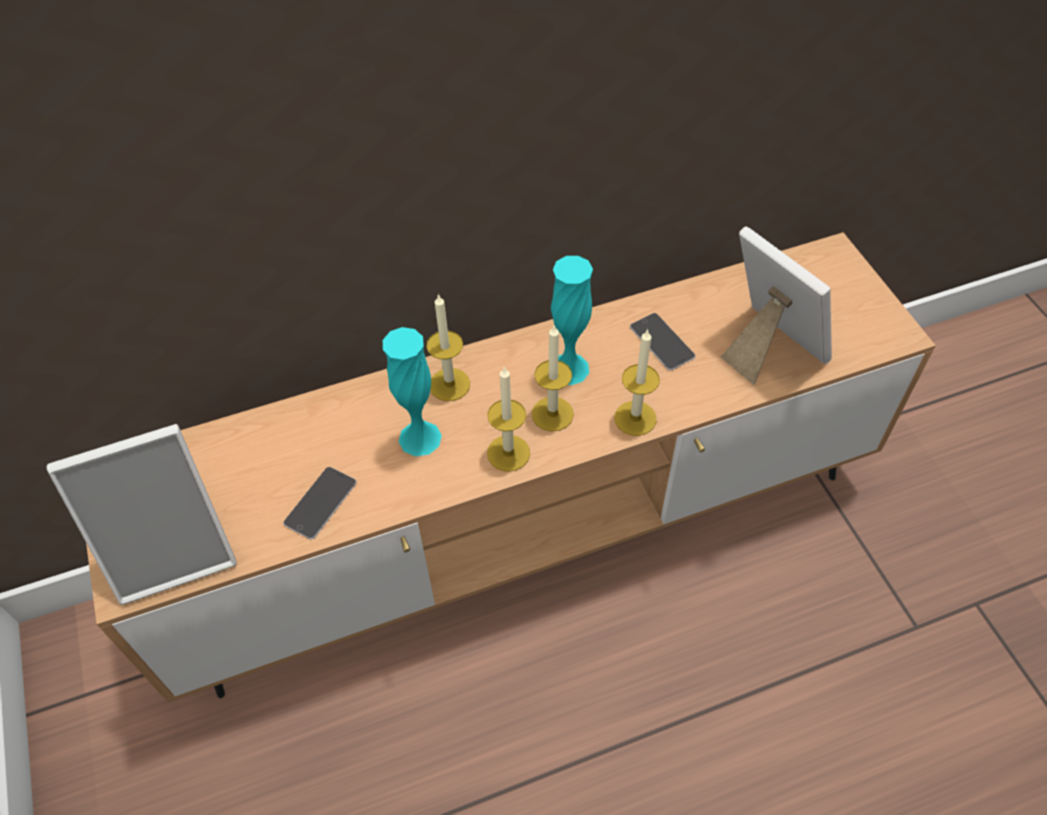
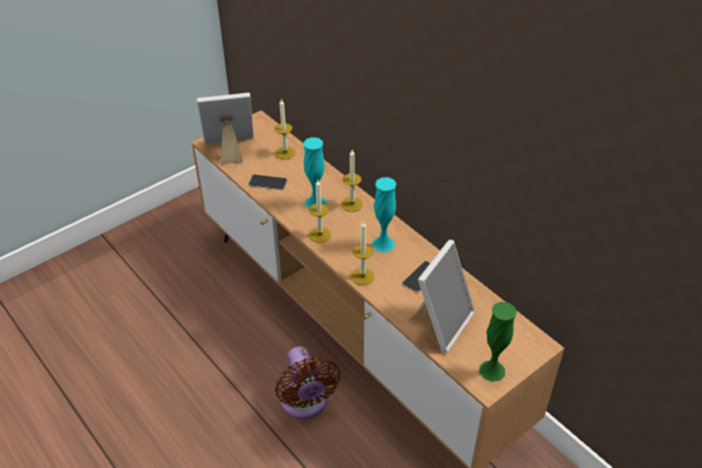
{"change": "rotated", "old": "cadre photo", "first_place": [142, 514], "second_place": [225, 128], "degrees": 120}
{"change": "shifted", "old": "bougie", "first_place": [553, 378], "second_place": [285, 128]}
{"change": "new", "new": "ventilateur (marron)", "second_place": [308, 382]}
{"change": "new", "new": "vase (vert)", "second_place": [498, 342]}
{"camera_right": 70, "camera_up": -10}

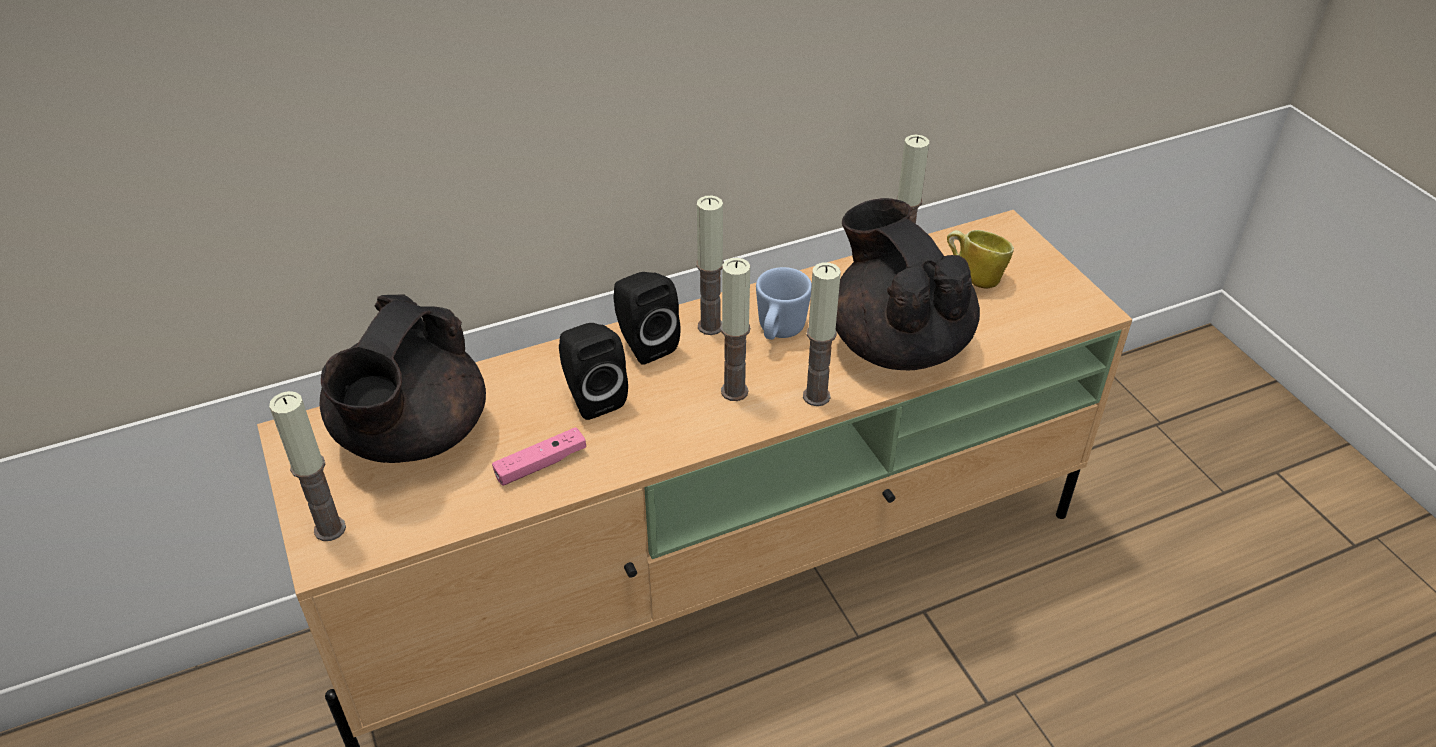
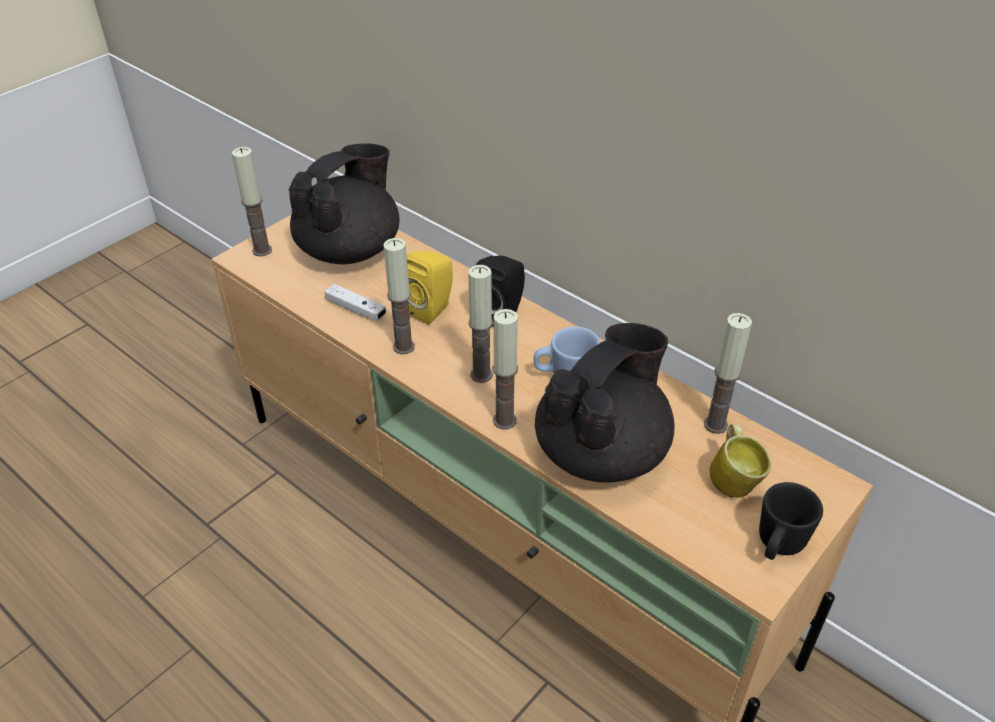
{"change": "rotated", "old": "théière (noir)", "first_place": [403, 379], "second_place": [344, 203], "degrees": 135}
{"change": "repainted", "old": "manette (rose)", "new": "manette (blanc)", "first_place": [539, 456], "second_place": [355, 302]}
{"change": "repainted", "old": "enceinte (noir)", "new": "enceinte (jaune)", "first_place": [593, 371], "second_place": [430, 288]}
{"change": "shifted", "old": "bougie", "first_place": [710, 265], "second_place": [399, 296]}
{"change": "new", "new": "mug (noir)", "second_place": [791, 521]}
{"camera_right": 65, "camera_up": 0}

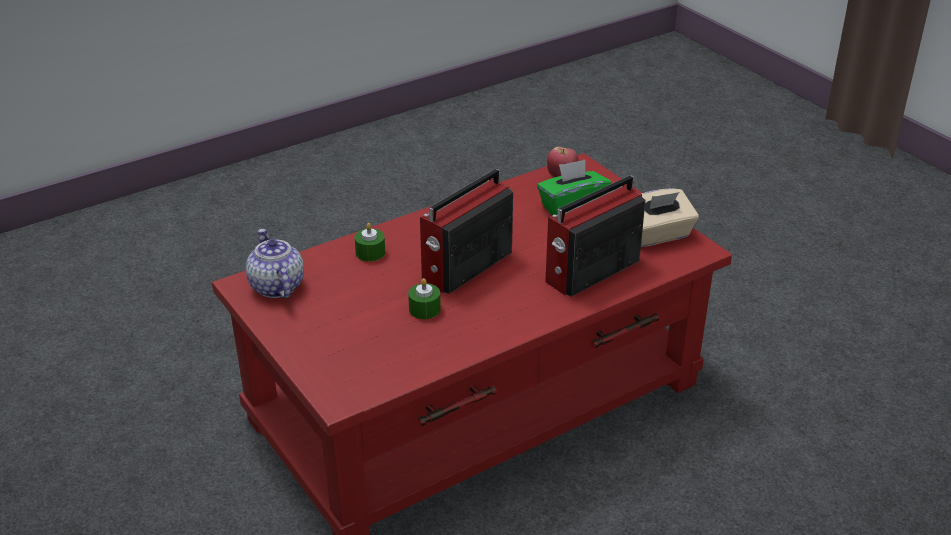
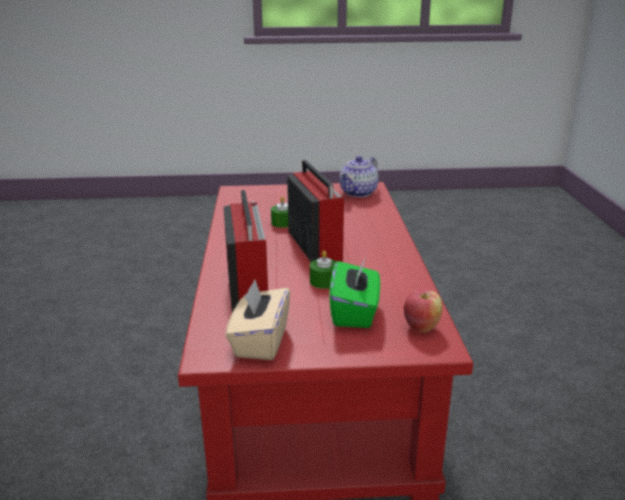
{"change": "rotated", "old": "théière", "first_place": [275, 264], "second_place": [359, 176], "degrees": 120}
{"change": "shifted", "old": "bougie (vert)", "first_place": [370, 242], "second_place": [323, 269]}
{"camera_right": 120, "camera_up": -10}

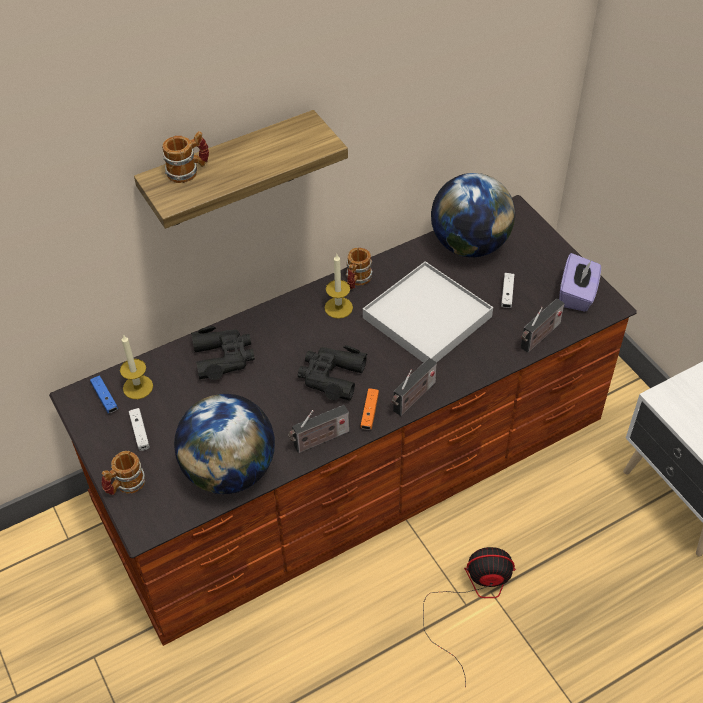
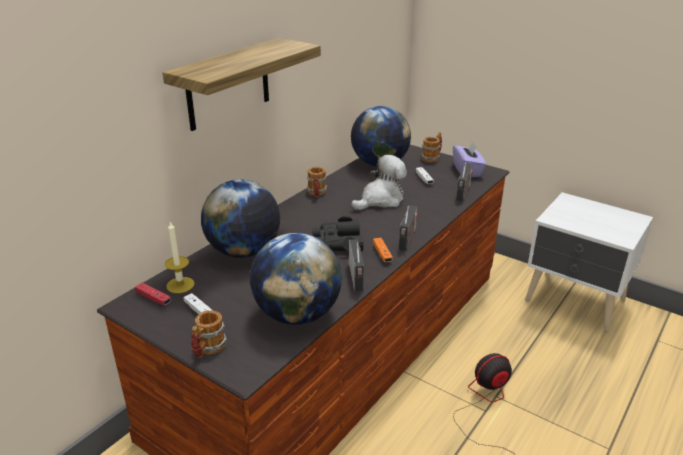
{"change": "repainted", "old": "manette (bleu)", "new": "manette (rouge)", "first_place": [104, 394], "second_place": [153, 294]}
{"change": "shifted", "old": "mug", "first_place": [185, 157], "second_place": [431, 147]}
{"change": "swapped", "old": "jumelles (noir)", "new": "globe", "first_place": [223, 353], "second_place": [240, 218]}
{"change": "rotated", "old": "radio", "first_place": [318, 429], "second_place": [356, 265], "degrees": -45}
{"change": "gone", "old": "bougie", "first_place": [338, 286]}
{"change": "swapped", "old": "plateau (blanc)", "new": "peluche", "first_place": [428, 312], "second_place": [379, 182]}
{"camera_right": -25, "camera_up": -20}

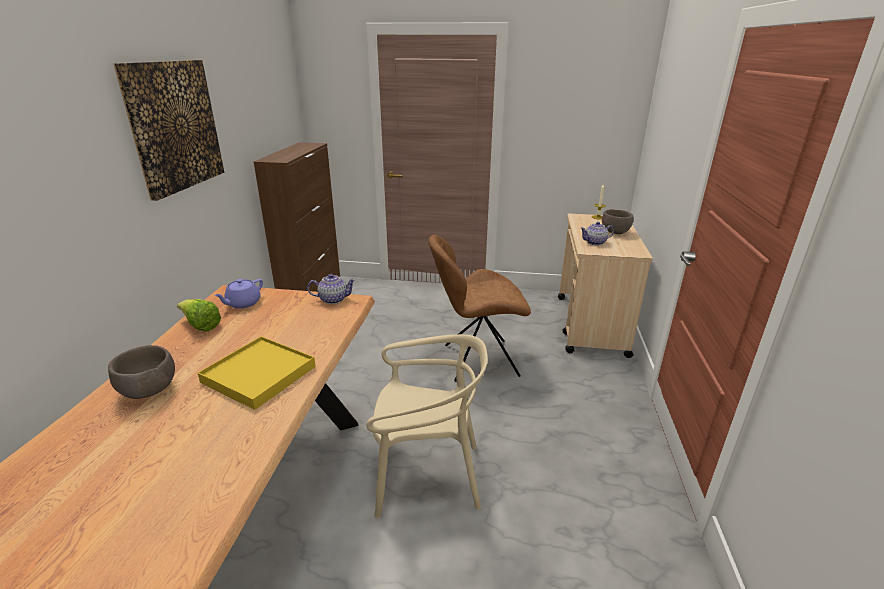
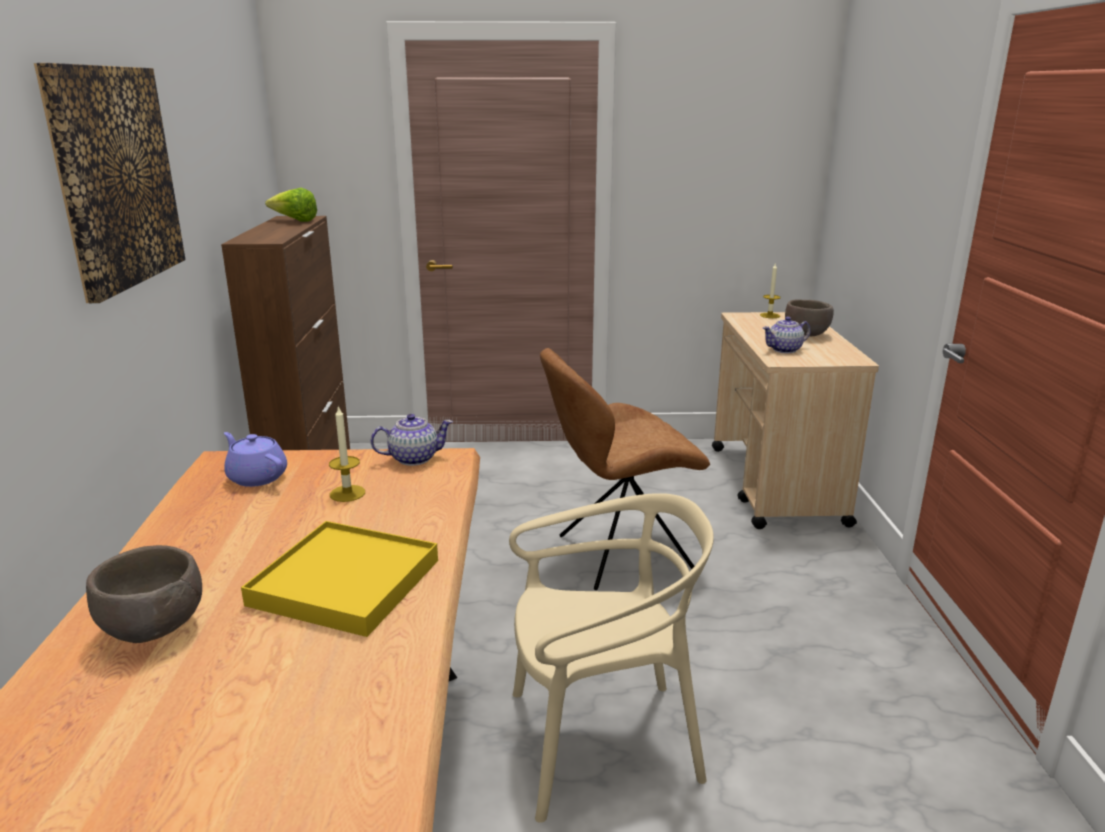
{"change": "shifted", "old": "laitue", "first_place": [199, 315], "second_place": [291, 205]}
{"change": "rotated", "old": "théière (violet)", "first_place": [238, 294], "second_place": [255, 459], "degrees": 105}
{"change": "new", "new": "bougie", "second_place": [347, 453]}
{"camera_right": -10, "camera_up": -5}

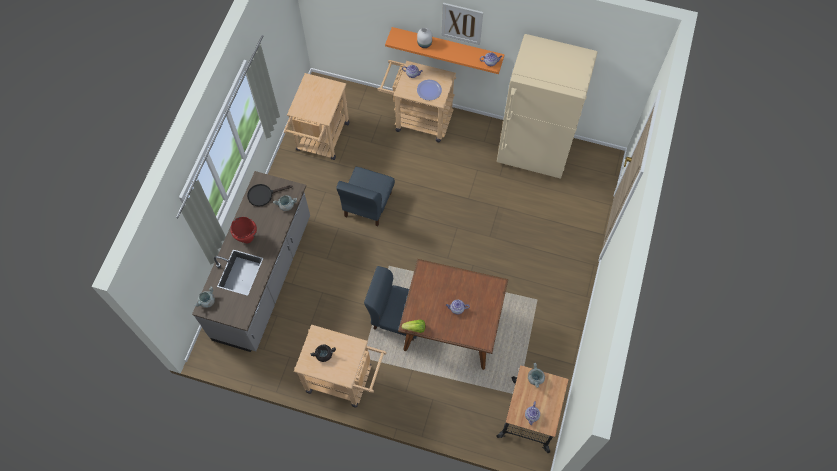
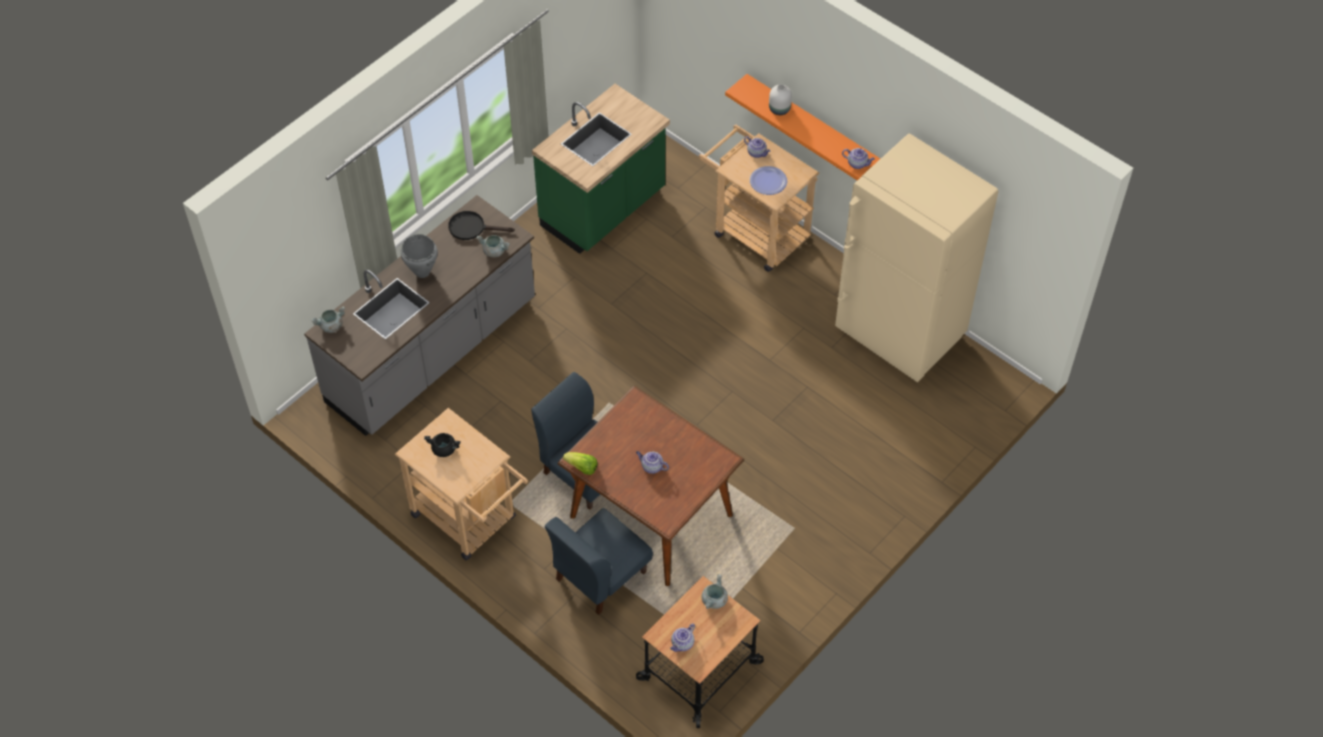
{"change": "repainted", "old": "marmite (rouge)", "new": "marmite (gris)", "first_place": [243, 230], "second_place": [419, 256]}
{"change": "swapped", "old": "chariot (beige)", "new": "comptoir de cuisine (vert)", "first_place": [316, 116], "second_place": [601, 169]}
{"change": "shifted", "old": "chaise (bleu)", "first_place": [365, 196], "second_place": [599, 561]}
{"change": "gone", "old": "tableau", "first_place": [462, 24]}
{"camera_right": 25, "camera_up": -10}

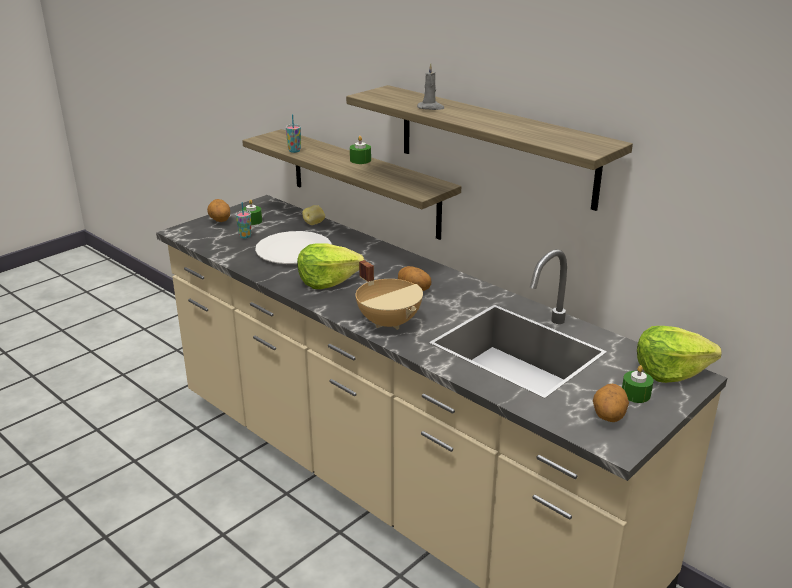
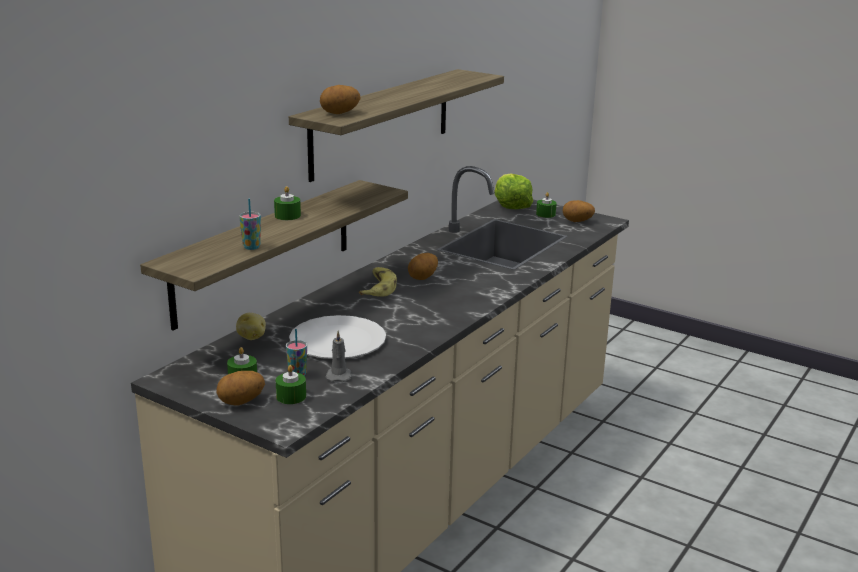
{"change": "gone", "old": "laitue", "first_place": [330, 266]}
{"change": "gone", "old": "marmite (beige)", "first_place": [389, 295]}
{"change": "shifted", "old": "bougie (gris)", "first_place": [430, 86], "second_place": [338, 356]}
{"change": "new", "new": "bougie (vert)", "second_place": [291, 384]}
{"change": "new", "new": "pomme de terre", "second_place": [340, 99]}
{"change": "new", "new": "banane", "second_place": [378, 282]}
{"camera_right": -100, "camera_up": -5}

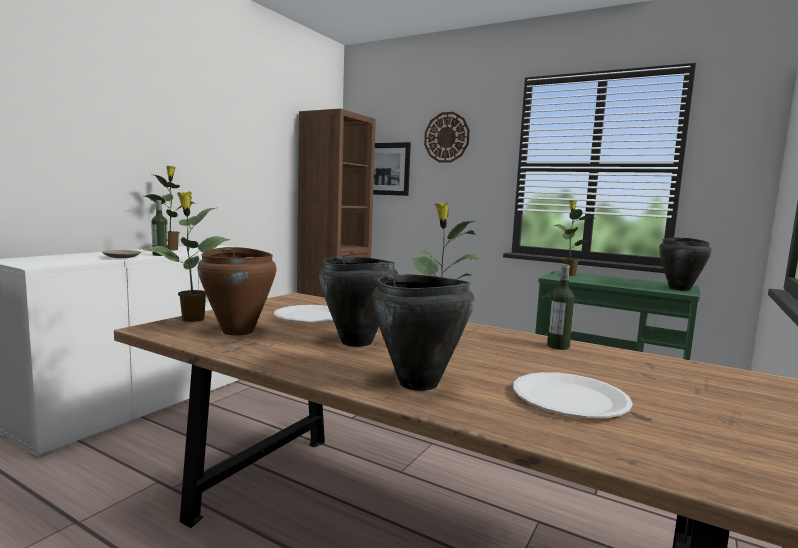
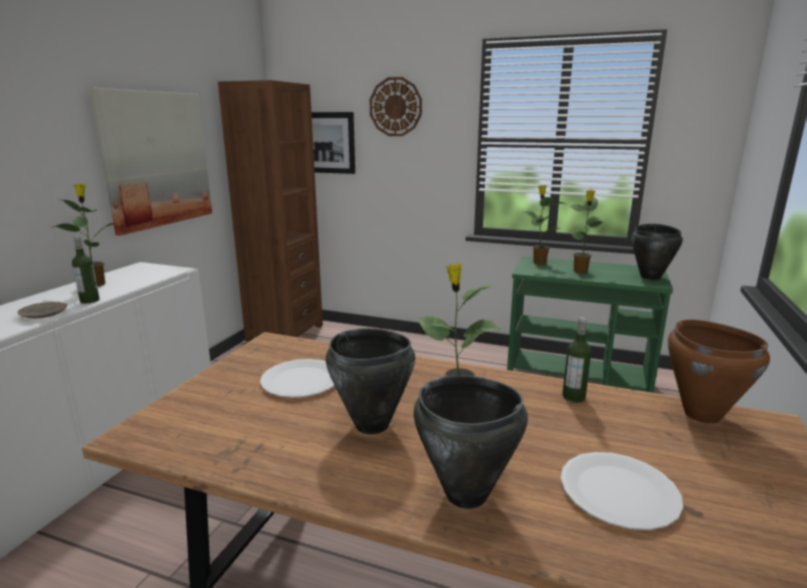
{"change": "shifted", "old": "plante en pot", "first_place": [187, 257], "second_place": [587, 231]}
{"change": "shifted", "old": "marmite (marron)", "first_place": [237, 291], "second_place": [719, 371]}
{"change": "new", "new": "tableau", "second_place": [150, 162]}
{"camera_right": -10, "camera_up": 10}

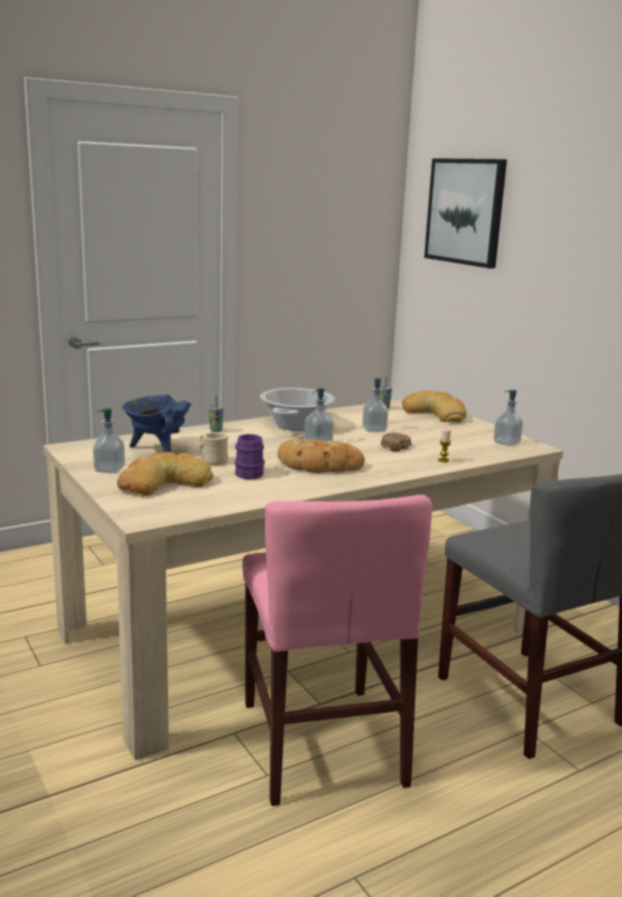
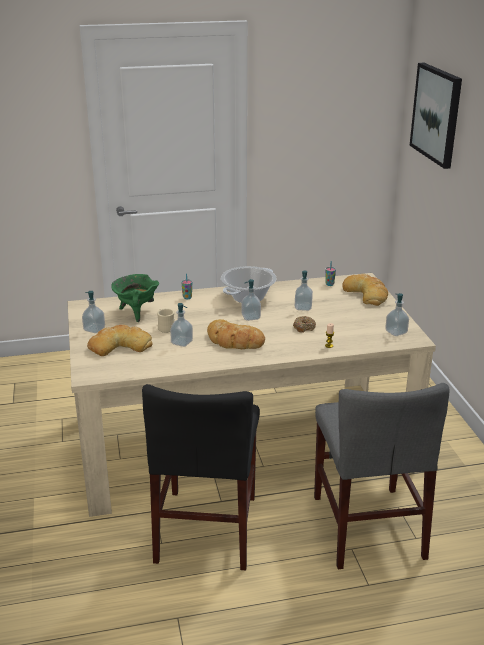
{"change": "repainted", "old": "marmite (bleu)", "new": "marmite (vert)", "first_place": [156, 423], "second_place": [135, 298]}
{"change": "swapped", "old": "mug (violet)", "new": "distributeur de savon", "first_place": [250, 457], "second_place": [181, 325]}
{"change": "repainted", "old": "chaise (rose)", "new": "chaise (noir)", "first_place": [337, 650], "second_place": [201, 477]}
{"camera_right": 20, "camera_up": 10}

